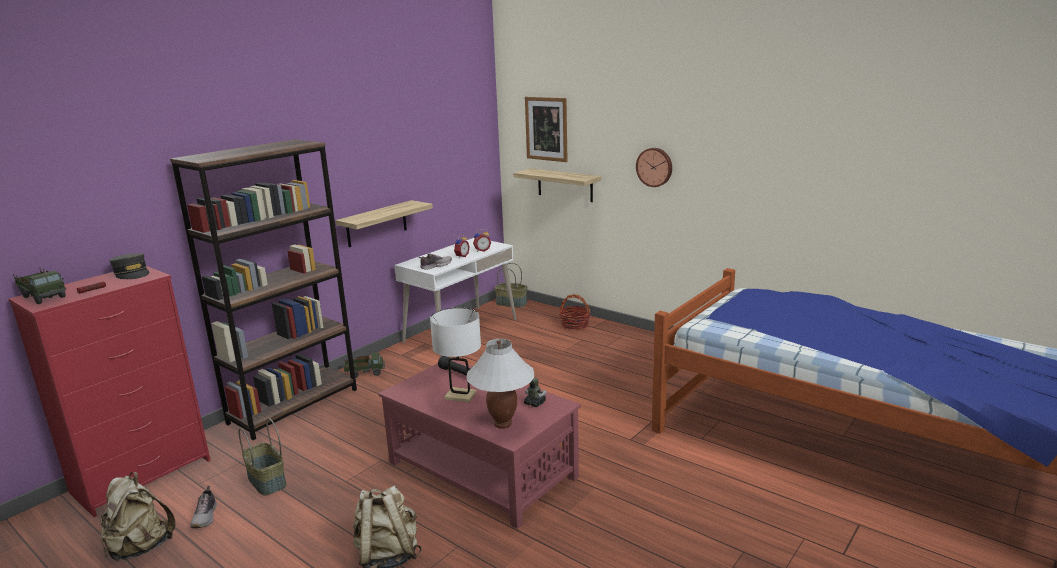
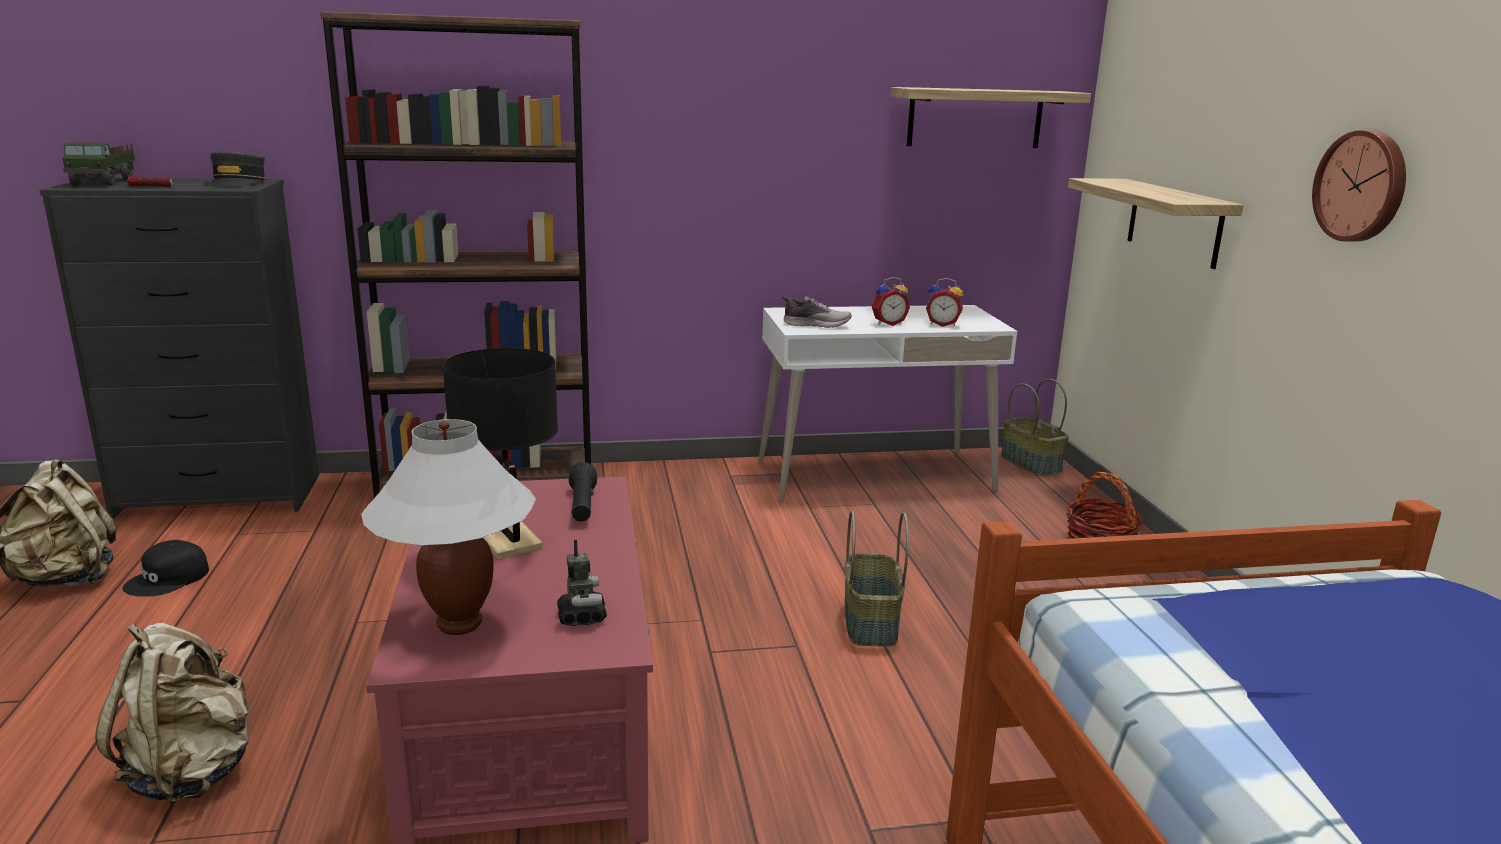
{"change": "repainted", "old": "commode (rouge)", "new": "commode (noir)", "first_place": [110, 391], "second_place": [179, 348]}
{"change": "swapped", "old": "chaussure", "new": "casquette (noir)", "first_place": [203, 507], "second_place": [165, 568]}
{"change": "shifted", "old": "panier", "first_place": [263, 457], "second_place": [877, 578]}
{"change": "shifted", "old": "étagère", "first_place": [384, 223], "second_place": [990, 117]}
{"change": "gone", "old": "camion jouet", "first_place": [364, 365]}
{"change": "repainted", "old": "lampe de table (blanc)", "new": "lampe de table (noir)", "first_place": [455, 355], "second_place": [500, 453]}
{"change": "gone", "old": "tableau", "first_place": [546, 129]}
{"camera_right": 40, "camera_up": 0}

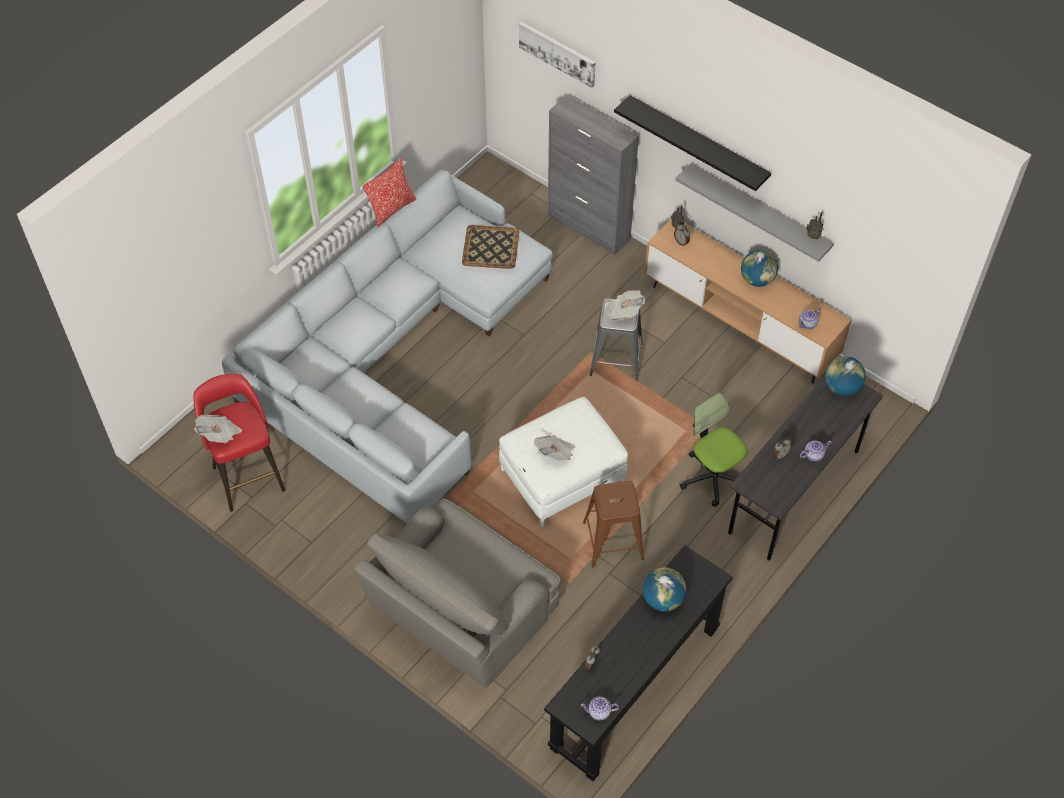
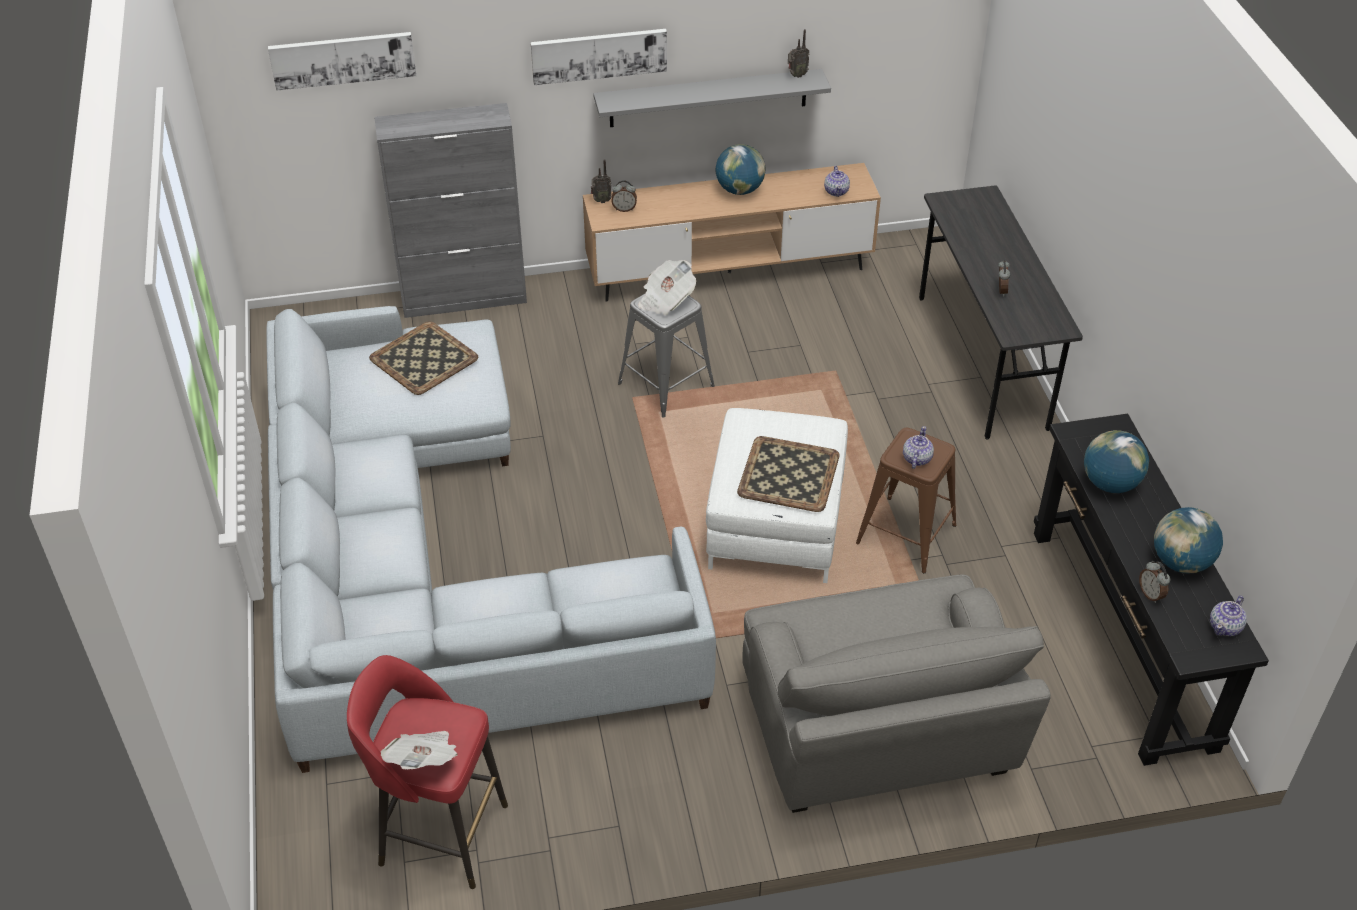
{"change": "gone", "old": "coussin", "first_place": [389, 192]}
{"change": "swapped", "old": "journal", "new": "plateau", "first_place": [554, 448], "second_place": [788, 474]}
{"change": "swapped", "old": "étagère (noir)", "new": "tableau", "first_place": [692, 143], "second_place": [599, 57]}
{"change": "gone", "old": "chaise de bureau", "first_place": [714, 449]}
{"change": "shifted", "old": "théière", "first_place": [815, 451], "second_place": [918, 447]}
{"change": "shifted", "old": "globe", "first_place": [845, 376], "second_place": [1188, 540]}
{"camera_right": -50, "camera_up": -10}

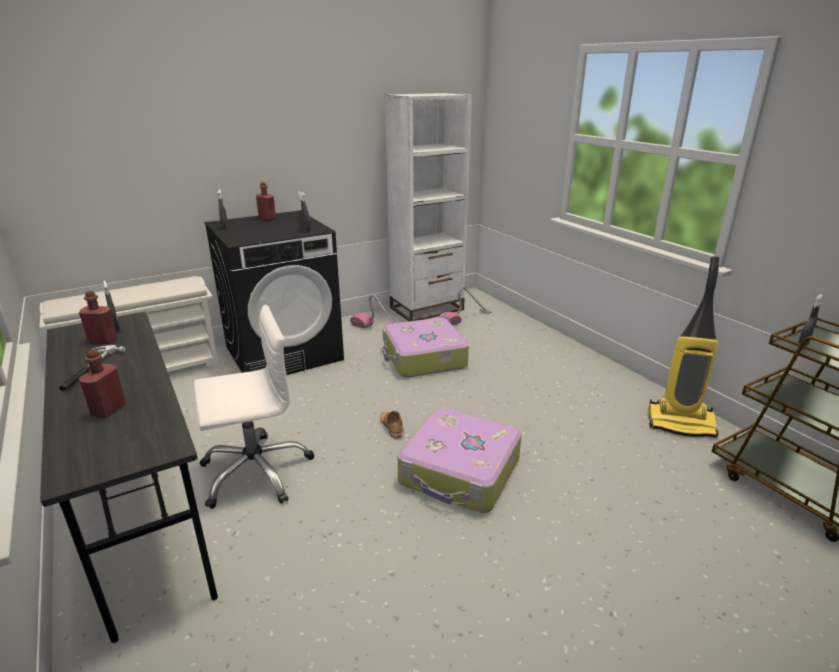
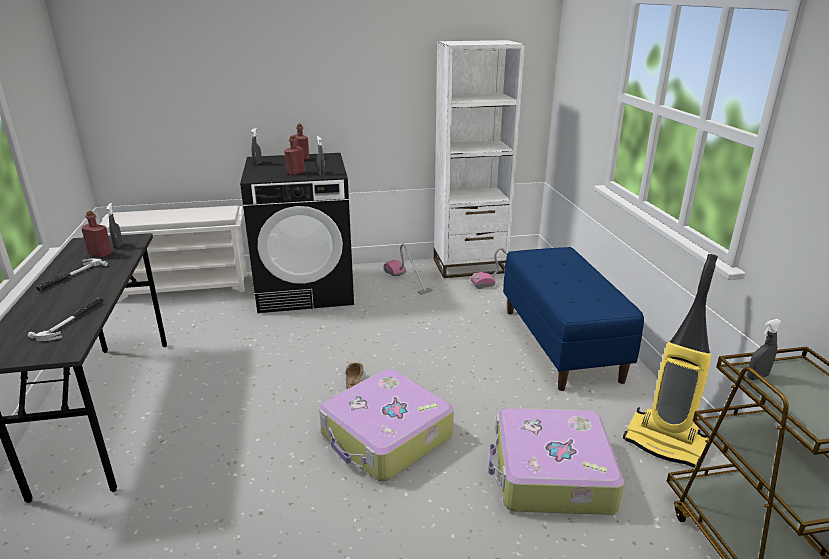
{"change": "shifted", "old": "bouteille (rouge)", "first_place": [102, 384], "second_place": [294, 155]}
{"change": "gone", "old": "chaise de bureau (blanc)", "first_place": [254, 407]}
{"change": "shifted", "old": "valise", "first_place": [426, 347], "second_place": [556, 461]}
{"change": "new", "new": "marteau", "second_place": [65, 319]}
{"change": "new", "new": "banc (bleu)", "second_place": [573, 319]}
{"camera_right": 20, "camera_up": 0}

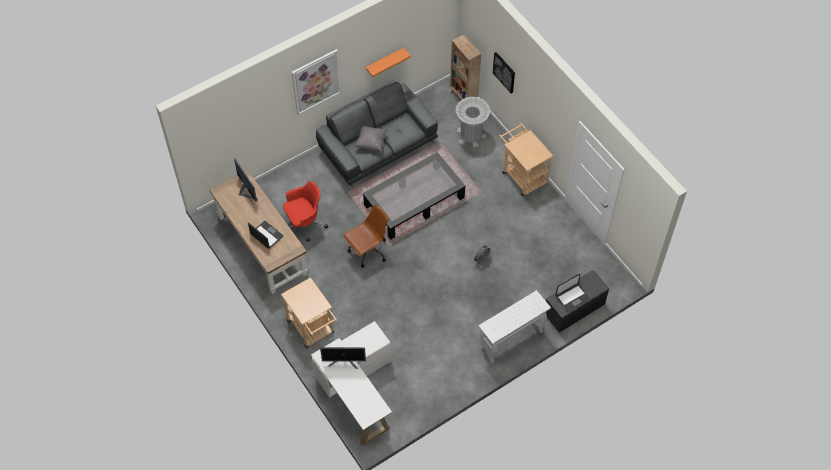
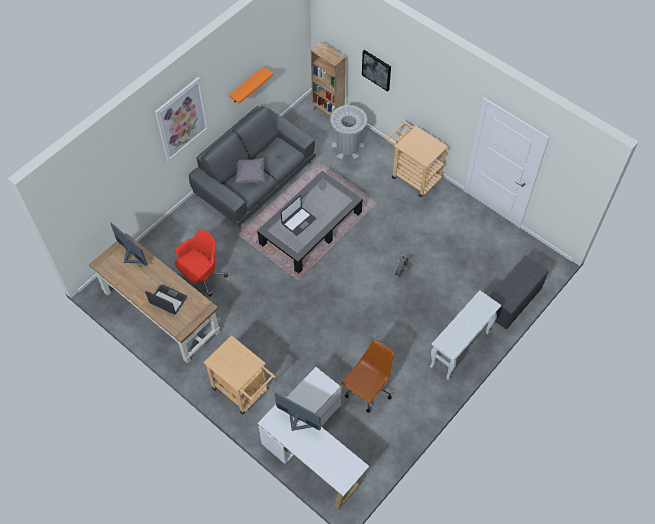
{"change": "rotated", "old": "écran d'ordinateur", "first_place": [343, 358], "second_place": [298, 411], "degrees": -135}
{"change": "shifted", "old": "chaise de bureau (marron)", "first_place": [365, 236], "second_place": [368, 376]}
{"change": "shifted", "old": "ordinateur portable", "first_place": [573, 292], "second_place": [298, 215]}
{"camera_right": -15, "camera_up": 0}

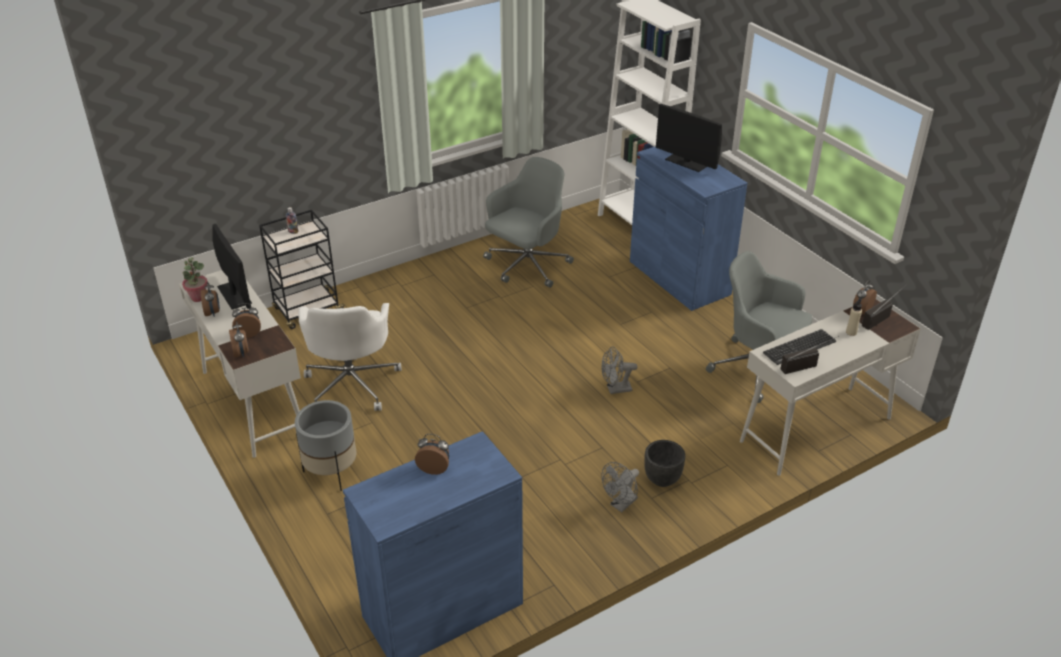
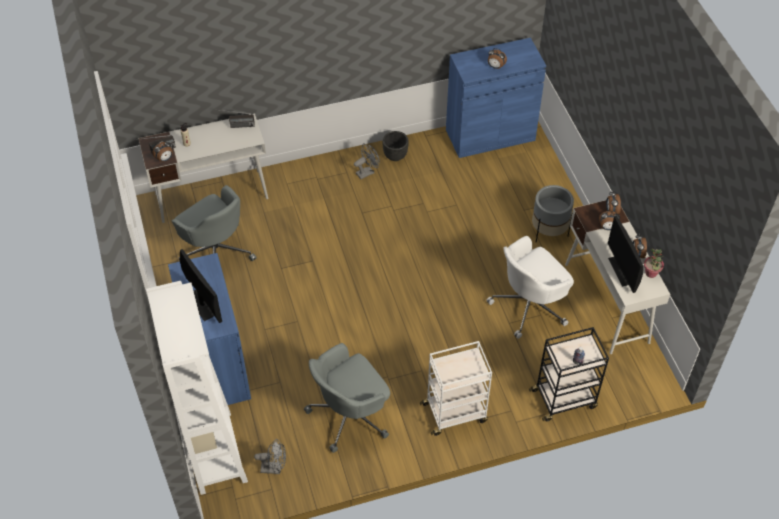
{"change": "rotated", "old": "chaise de bureau (blanc)", "first_place": [350, 357], "second_place": [530, 287], "degrees": -135}
{"change": "shifted", "old": "ventilateur (gris)", "first_place": [620, 370], "second_place": [270, 456]}
{"change": "shifted", "old": "cache-pot (noir)", "first_place": [664, 463], "second_place": [395, 146]}
{"change": "gone", "old": "clavier", "first_place": [799, 347]}
{"change": "new", "new": "chariot (blanc)", "second_place": [456, 388]}
{"camera_right": -165, "camera_up": 15}

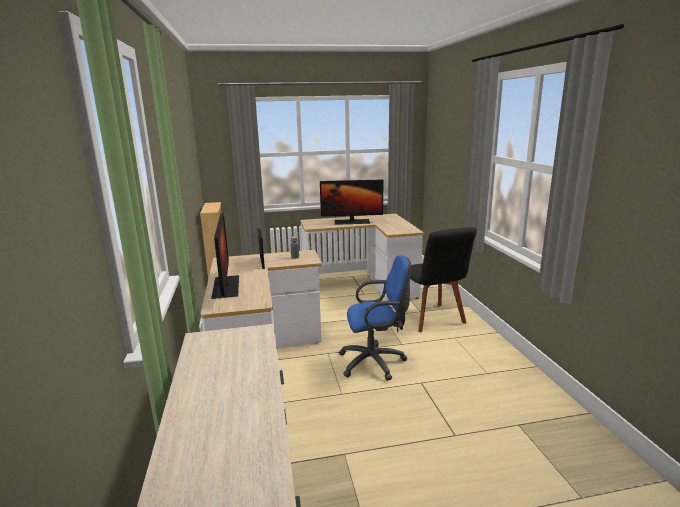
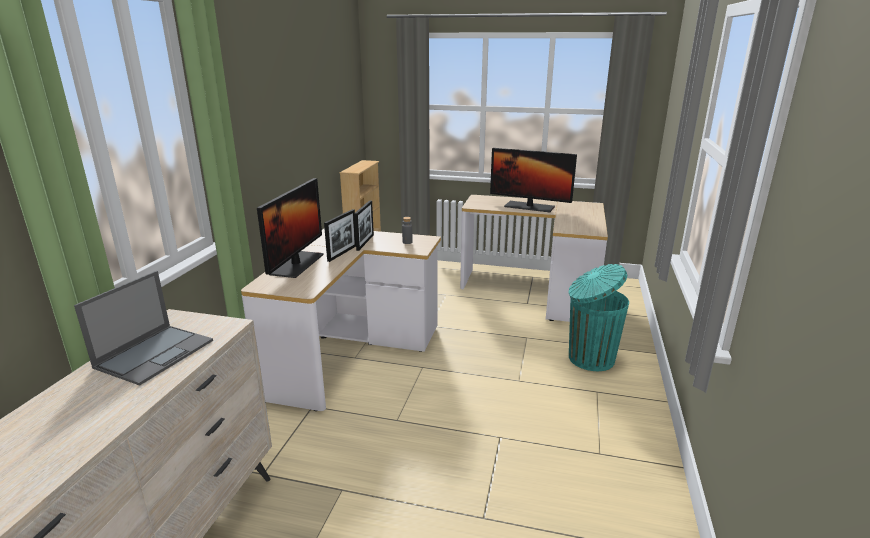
{"change": "gone", "old": "chaise de bureau (bleu)", "first_place": [375, 318]}
{"change": "swapped", "old": "chaise (noir)", "new": "poubelle (turquoise)", "first_place": [443, 279], "second_place": [598, 317]}
{"change": "new", "new": "ordinateur portable", "second_place": [143, 328]}
{"change": "new", "new": "cadre photo", "second_place": [340, 235]}
{"camera_right": 25, "camera_up": 5}

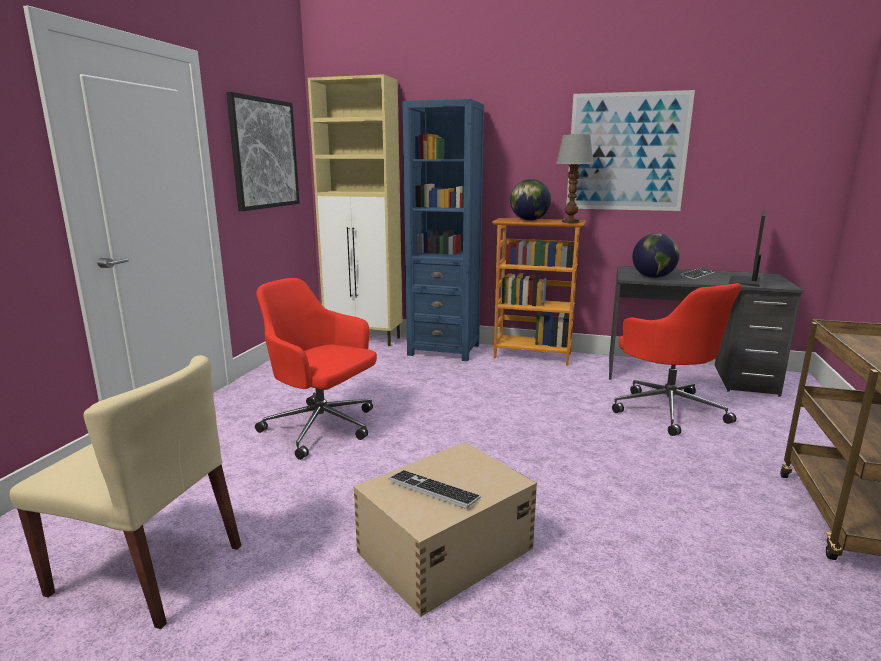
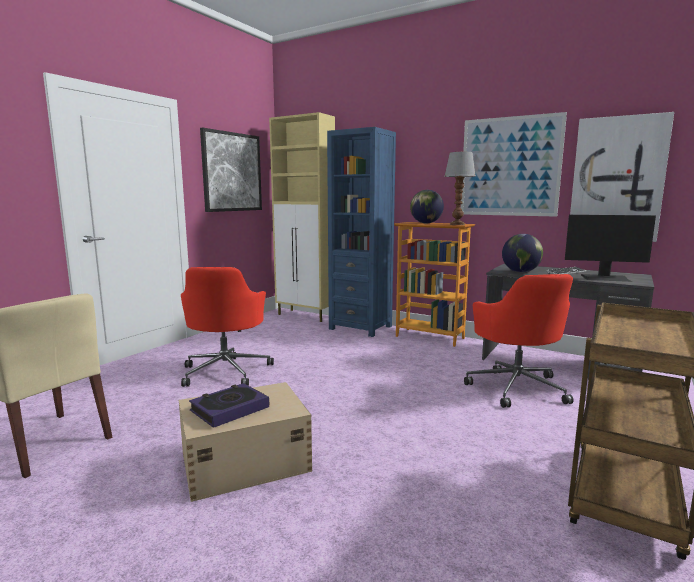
{"change": "rotated", "old": "chaise de bureau (rouge)", "first_place": [316, 369], "second_place": [227, 327], "degrees": -135}
{"change": "swapped", "old": "clavier", "new": "livre", "first_place": [434, 489], "second_place": [229, 405]}
{"change": "rotated", "old": "écran d'ordinateur", "first_place": [747, 248], "second_place": [610, 248], "degrees": -120}
{"change": "new", "new": "tableau", "second_place": [622, 177]}
{"camera_right": 15, "camera_up": -5}

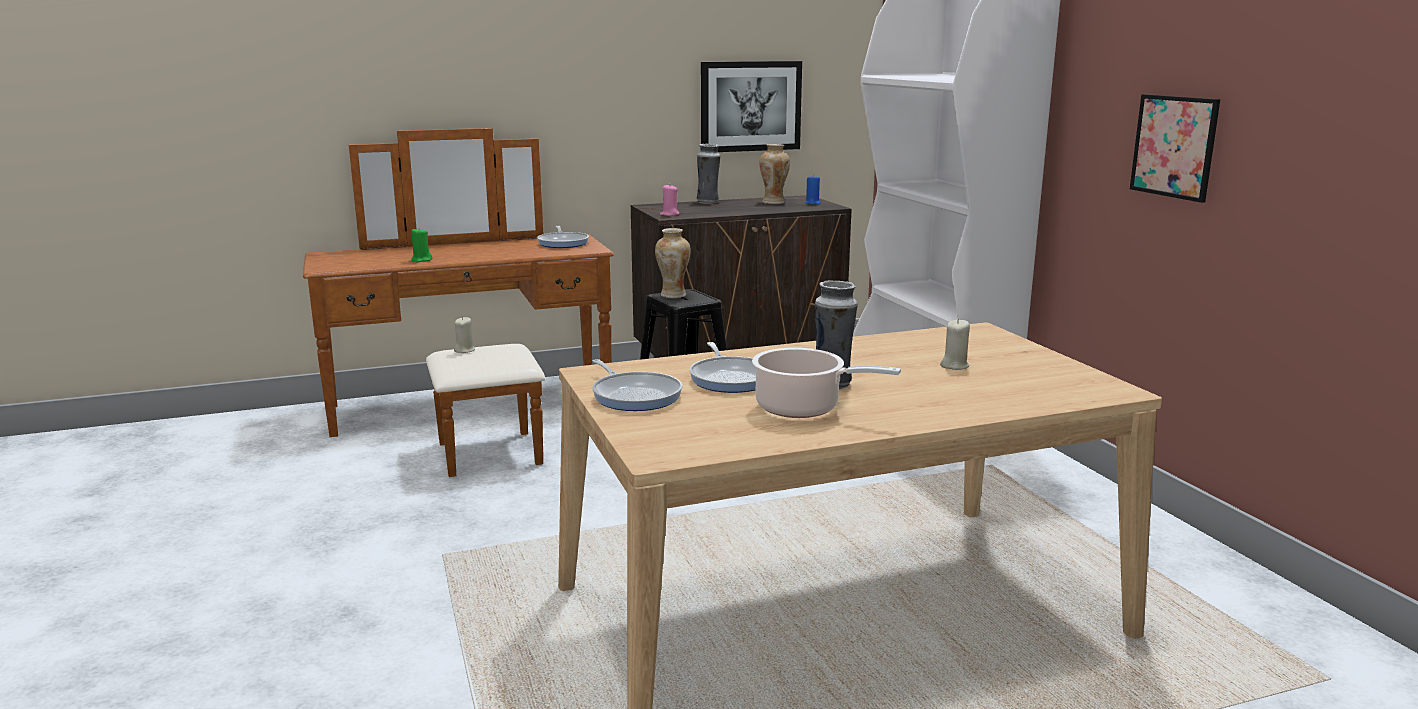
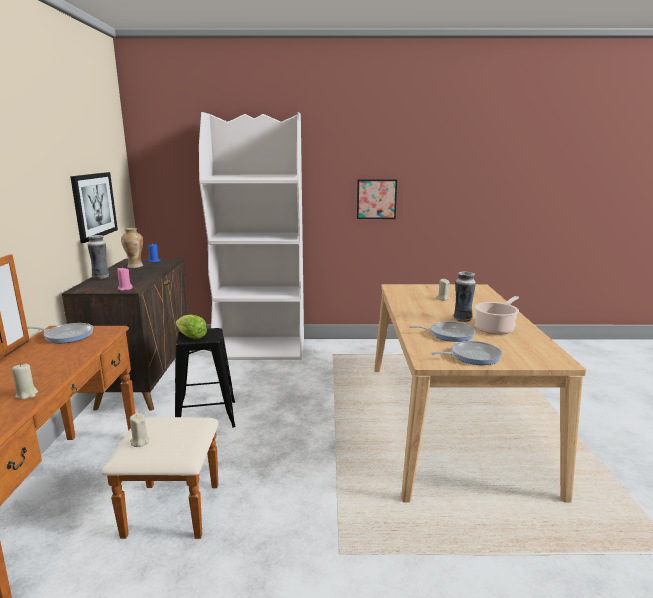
{"change": "repainted", "old": "bougie (vert)", "new": "bougie (beige)", "first_place": [421, 245], "second_place": [25, 381]}
{"change": "swapped", "old": "vase", "new": "laitue", "first_place": [673, 263], "second_place": [191, 327]}
{"camera_right": -70, "camera_up": 0}

